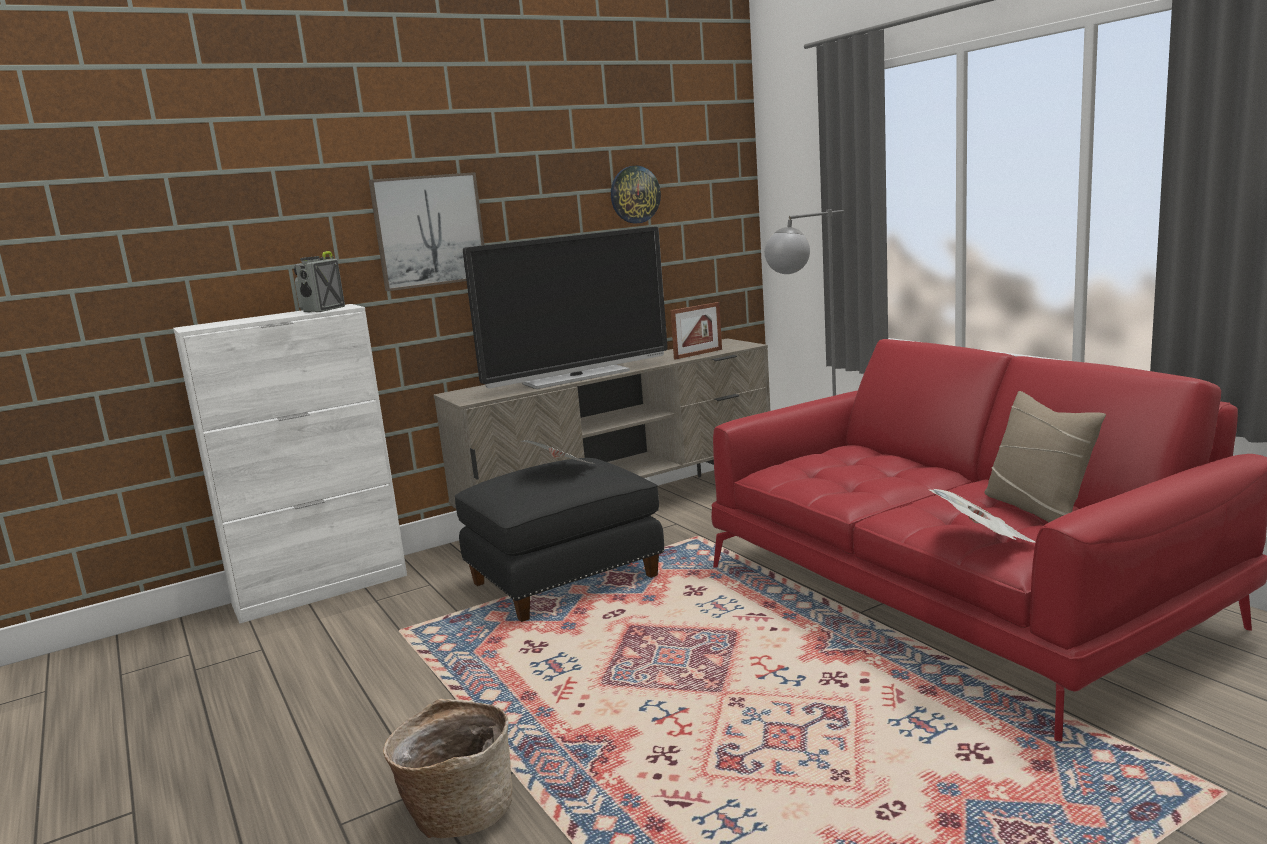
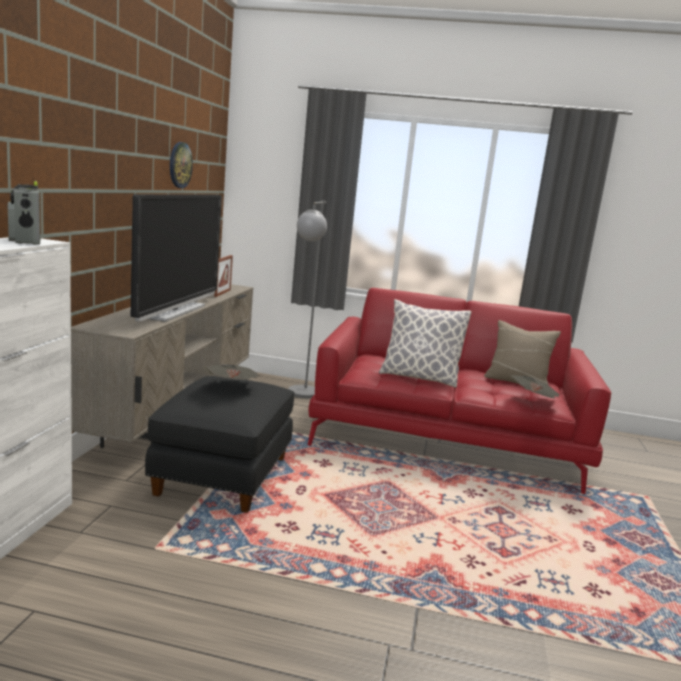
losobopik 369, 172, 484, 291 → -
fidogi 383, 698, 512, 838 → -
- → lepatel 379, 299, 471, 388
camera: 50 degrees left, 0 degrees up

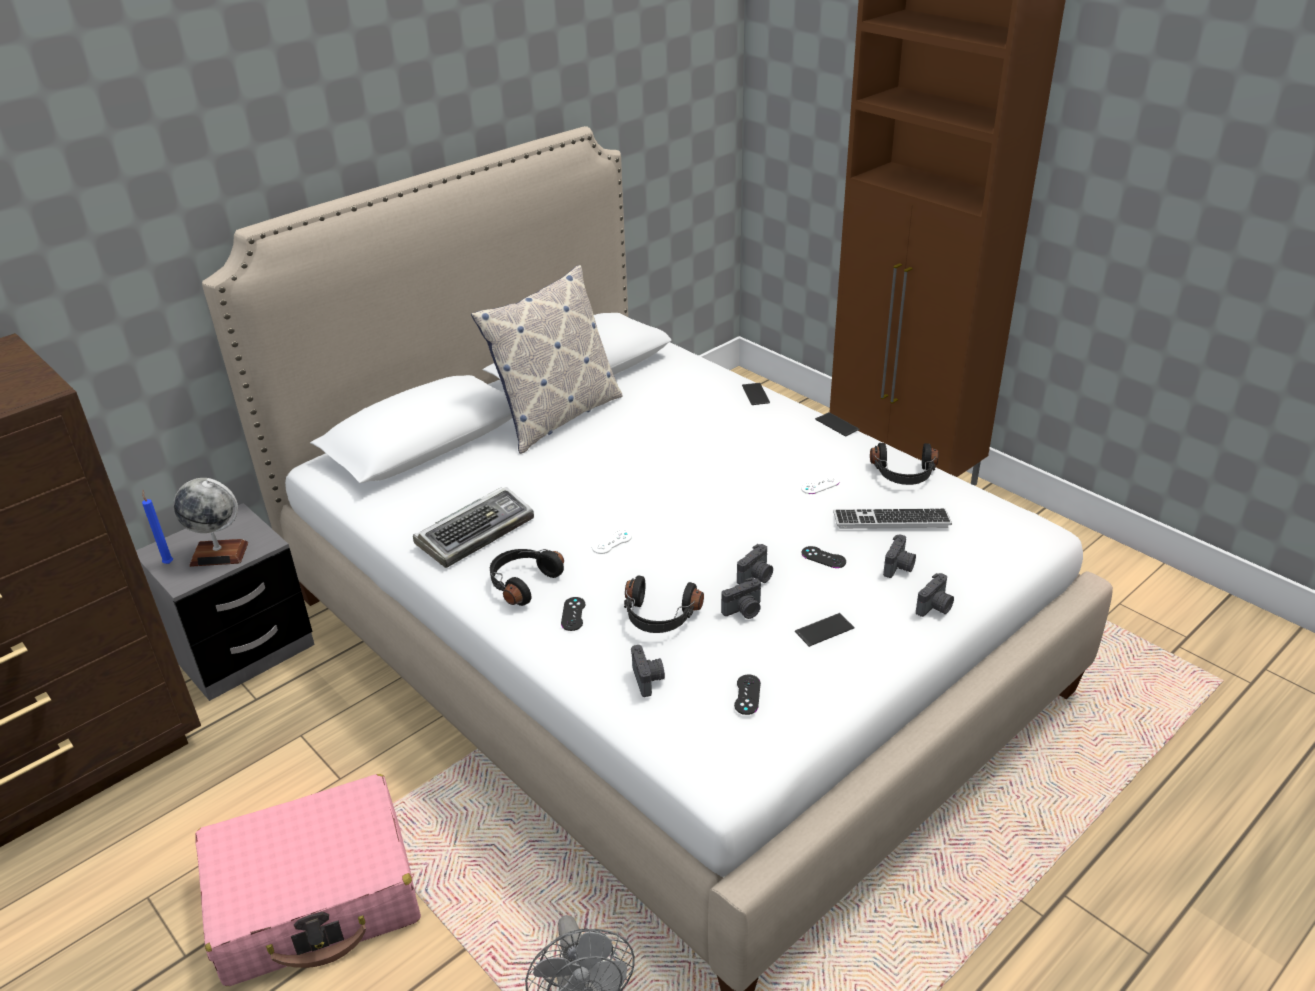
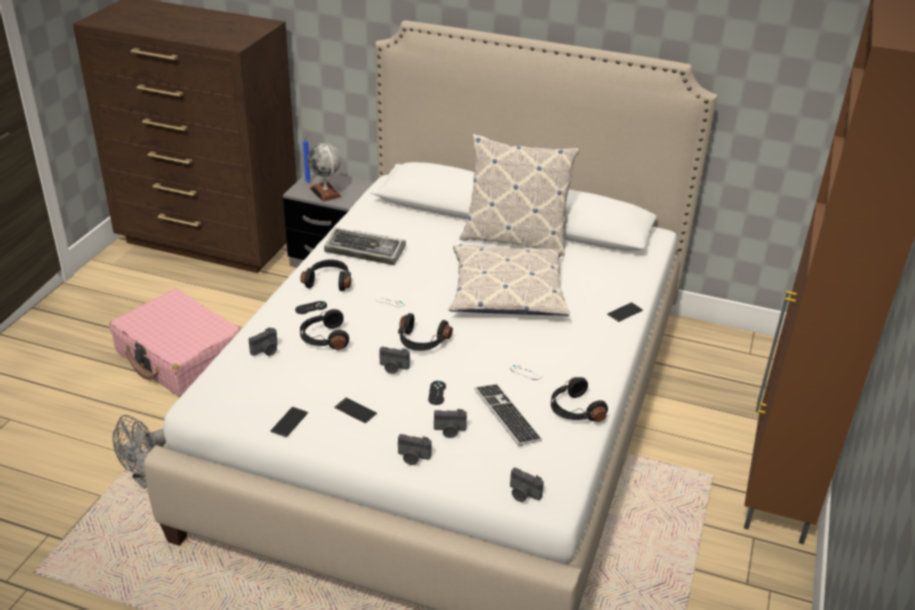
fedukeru 815, 412, 860, 437 → fedukeru 270, 407, 308, 437, relocated
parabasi 721, 577, 761, 619 → parabasi 510, 468, 544, 502, relocated
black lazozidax 734, 675, 761, 715 → -
- → lepatel 449, 244, 570, 316
- → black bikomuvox 398, 313, 453, 351
camera: 60 degrees right, 0 degrees up

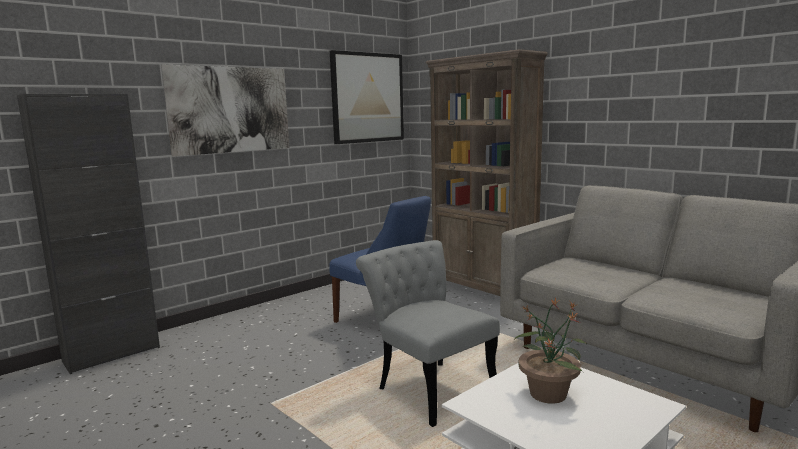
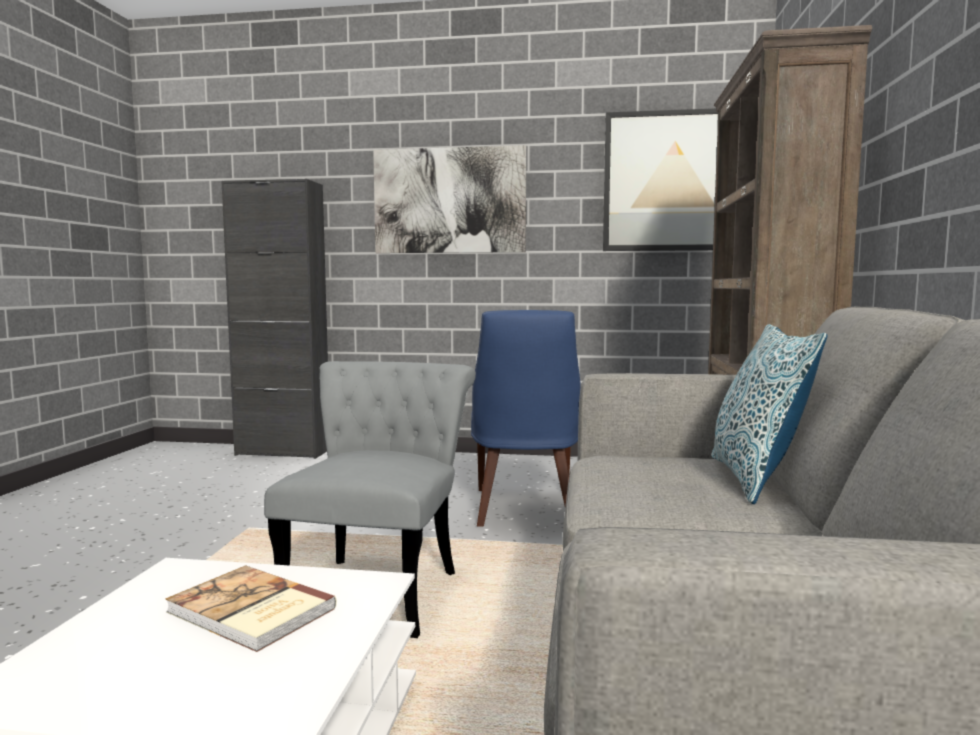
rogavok 514, 297, 587, 404 → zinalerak 165, 565, 337, 652
- → lepatel 711, 324, 828, 504
camera: 50 degrees right, 5 degrees down

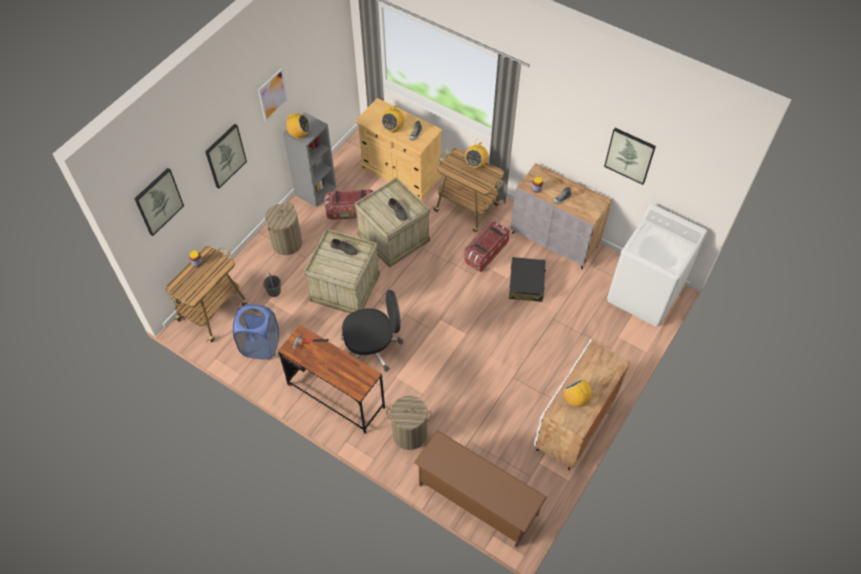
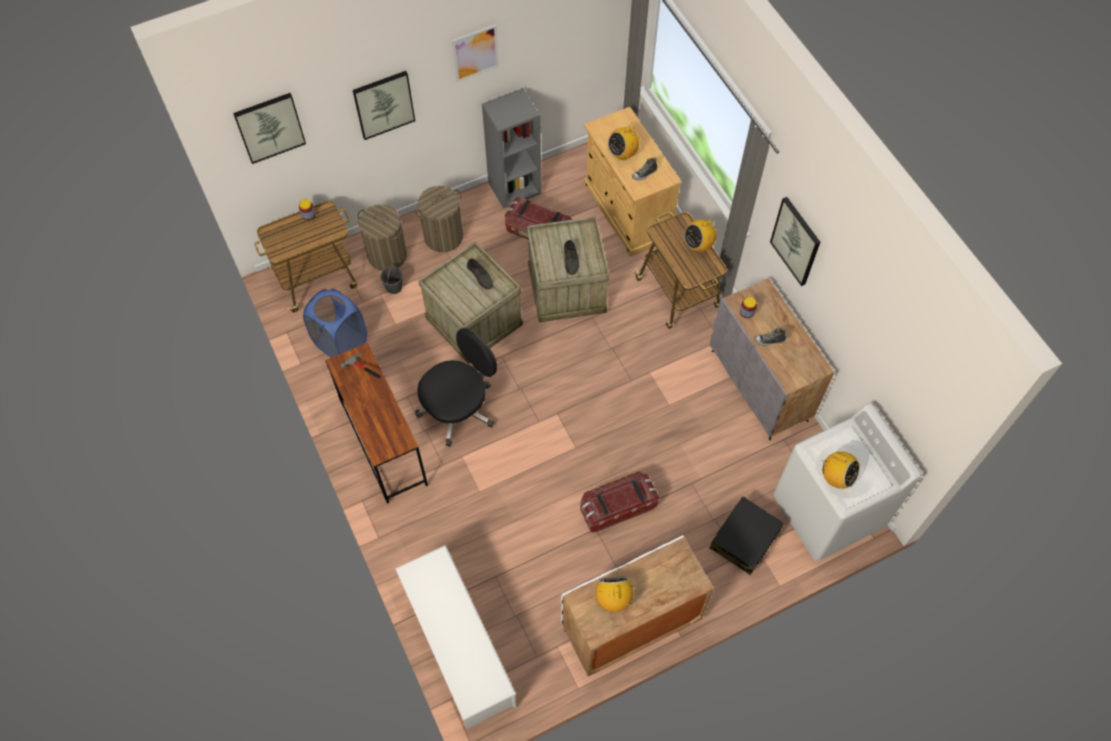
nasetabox 286, 114, 310, 139 → nasetabox 822, 451, 861, 489, relocated
losobopik 604, 128, 656, 185 → losobopik 770, 197, 820, 286, relocated
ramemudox 464, 222, 510, 272 → ramemudox 580, 472, 659, 532, relocated
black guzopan 509, 257, 546, 302 → black guzopan 709, 496, 784, 575, relocated
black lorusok 341, 290, 403, 372 → black lorusok 415, 328, 497, 447, 60 degrees counterclockwise
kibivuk 386, 396, 432, 450 → kibivuk 358, 204, 407, 271, relocated
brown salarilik 414, 430, 547, 547 → white salarilik 395, 545, 516, 729
camera: 30 degrees right, 5 degrees up

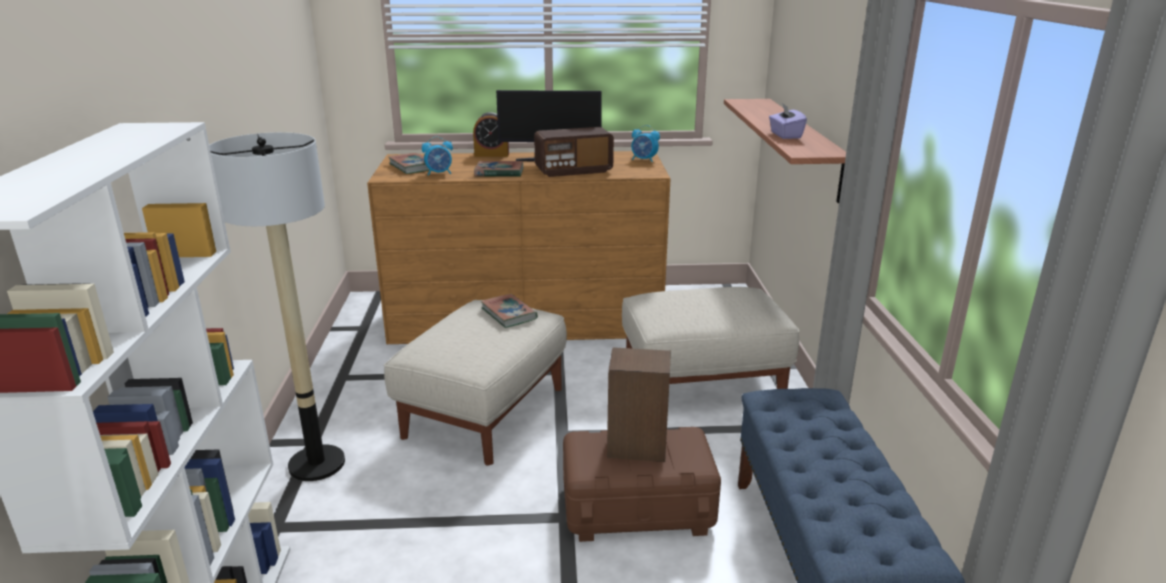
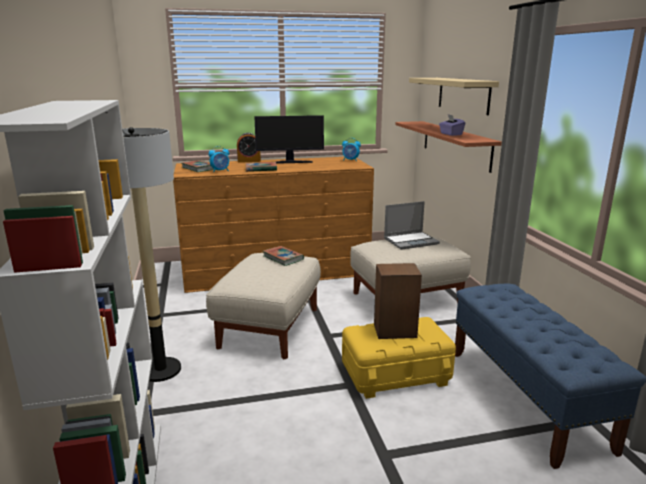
nasetabox 534, 127, 614, 177 → -
brown ramemudox 563, 427, 721, 542 → yellow ramemudox 342, 317, 456, 399
- → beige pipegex 409, 78, 499, 115
- → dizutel 384, 201, 440, 250
camera: 10 degrees left, 5 degrees down

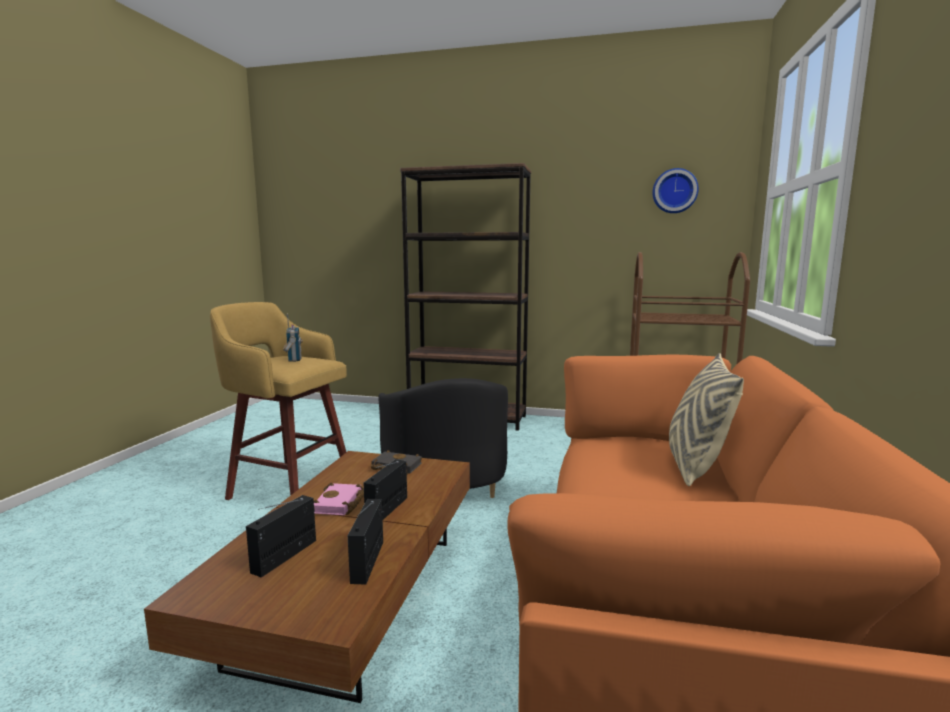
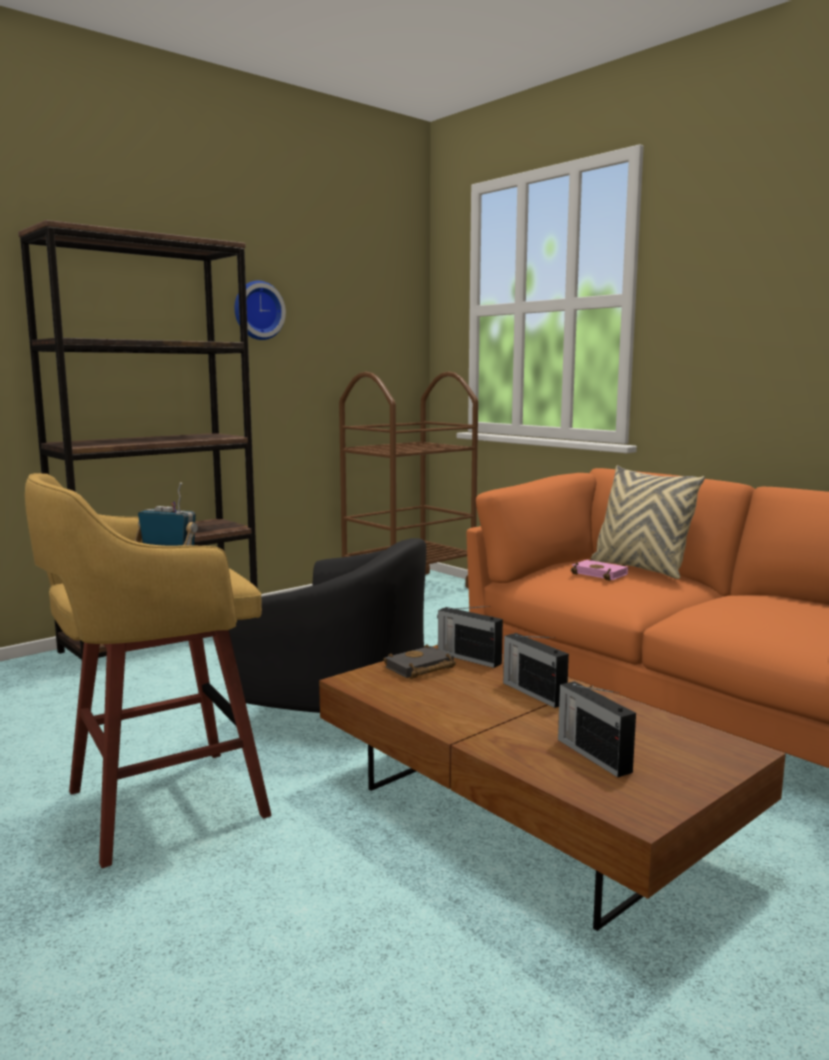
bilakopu 652, 168, 699, 213 → bilakopu 235, 281, 286, 340, relocated
pink zinalerak 314, 483, 364, 515 → pink zinalerak 571, 558, 629, 581, relocated
nasetabox 348, 499, 383, 584 → nasetabox 437, 606, 503, 668, relocated
camera: 55 degrees left, 0 degrees up

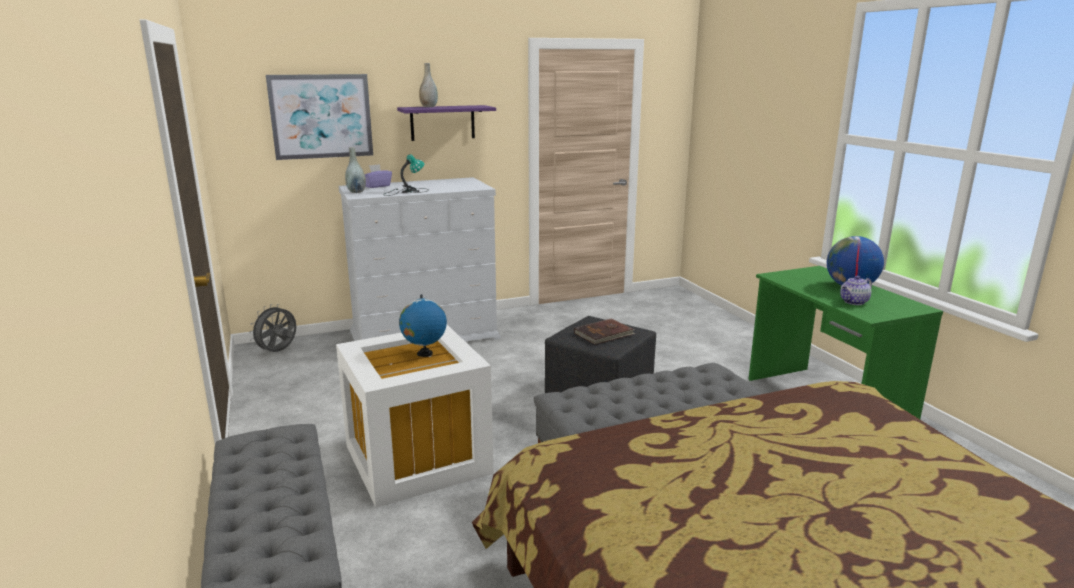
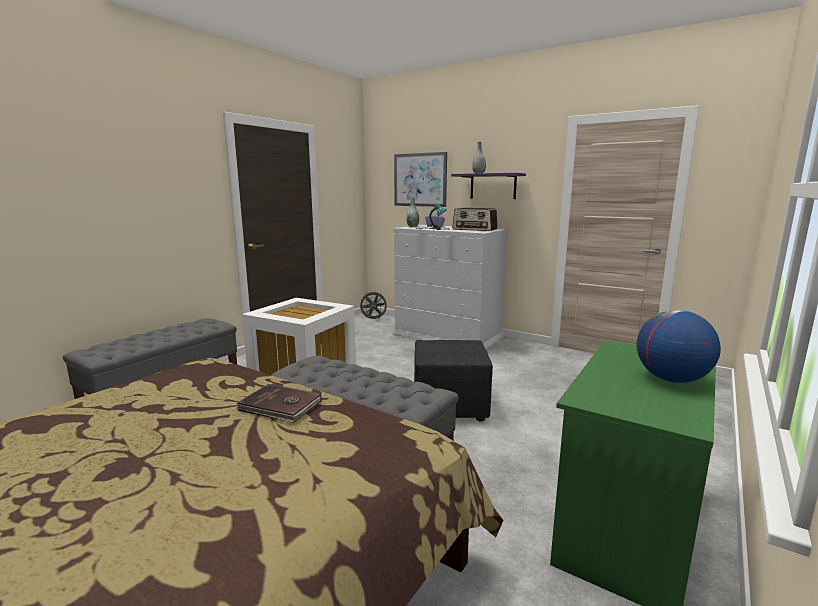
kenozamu 840, 276, 872, 305 → -
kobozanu 399, 295, 447, 357 → -
brown zinalerak 574, 318, 636, 345 → brown zinalerak 236, 384, 322, 423, relocated
- → nasetabox 452, 208, 497, 231
camera: 55 degrees right, 5 degrees down

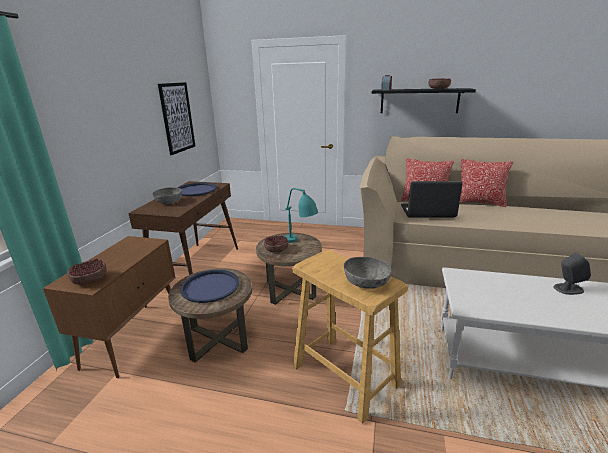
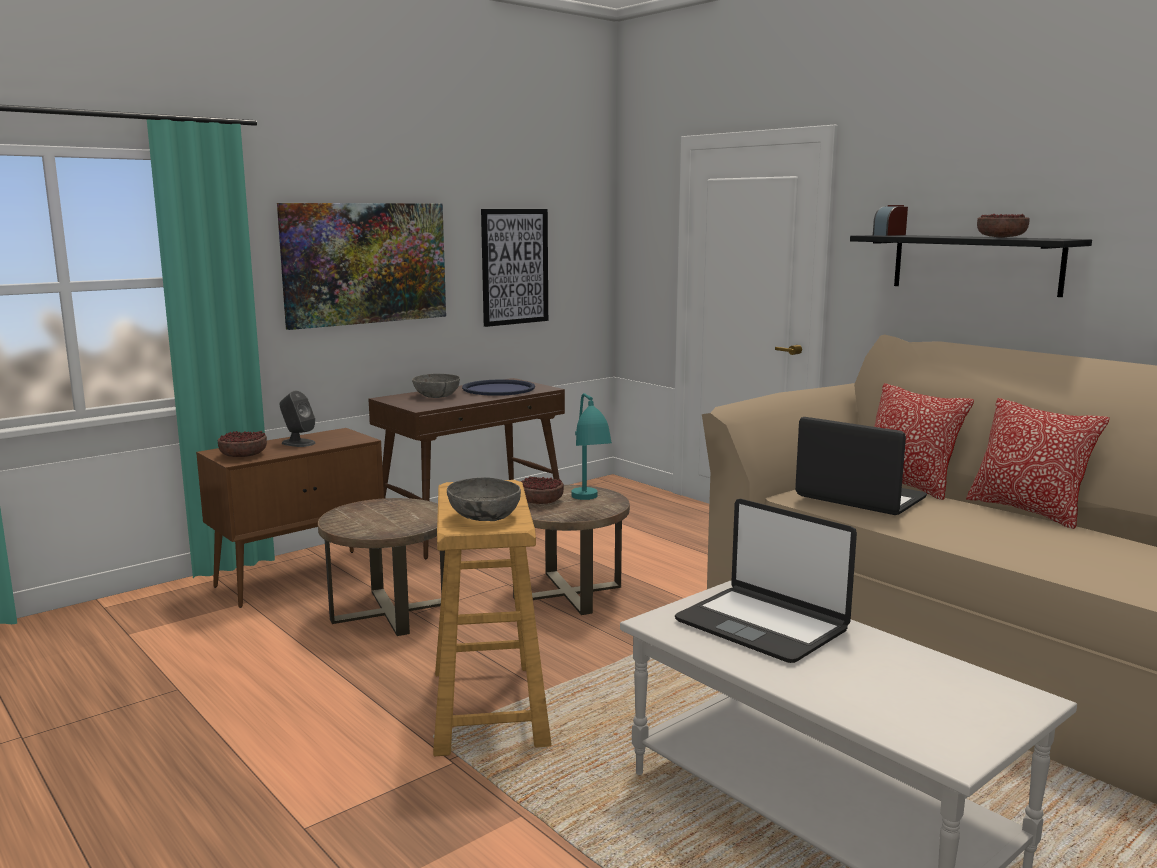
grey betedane 553, 252, 591, 295 → grey betedane 279, 391, 316, 447, relocated
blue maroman 180, 270, 240, 303 → -
- → losobopik 277, 203, 446, 330
- → dizutel 675, 499, 857, 663
camera: 35 degrees right, 10 degrees down

